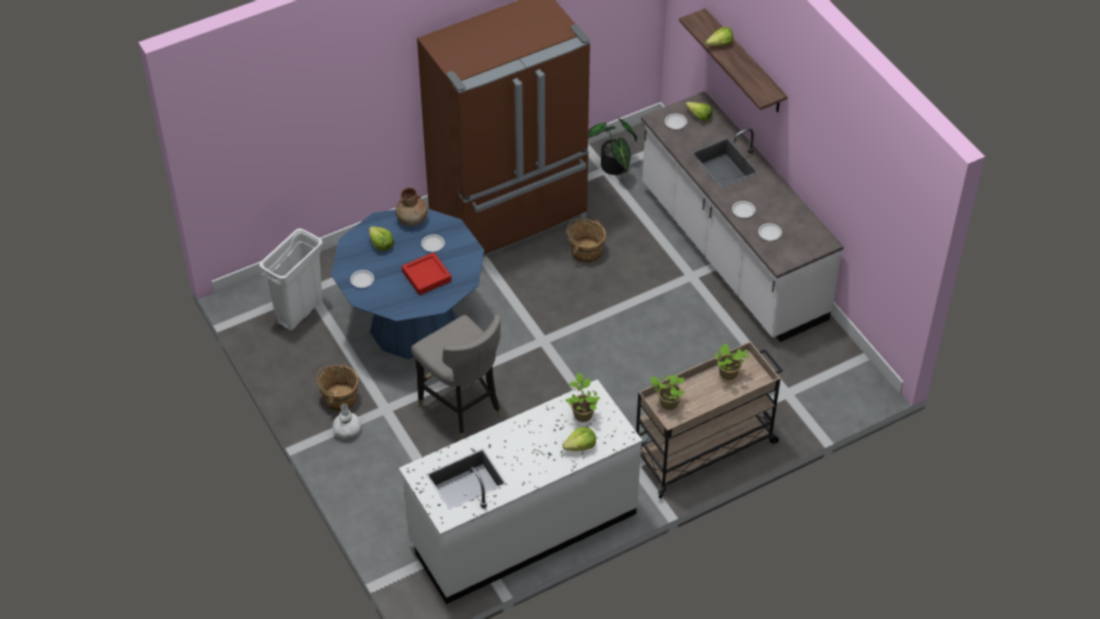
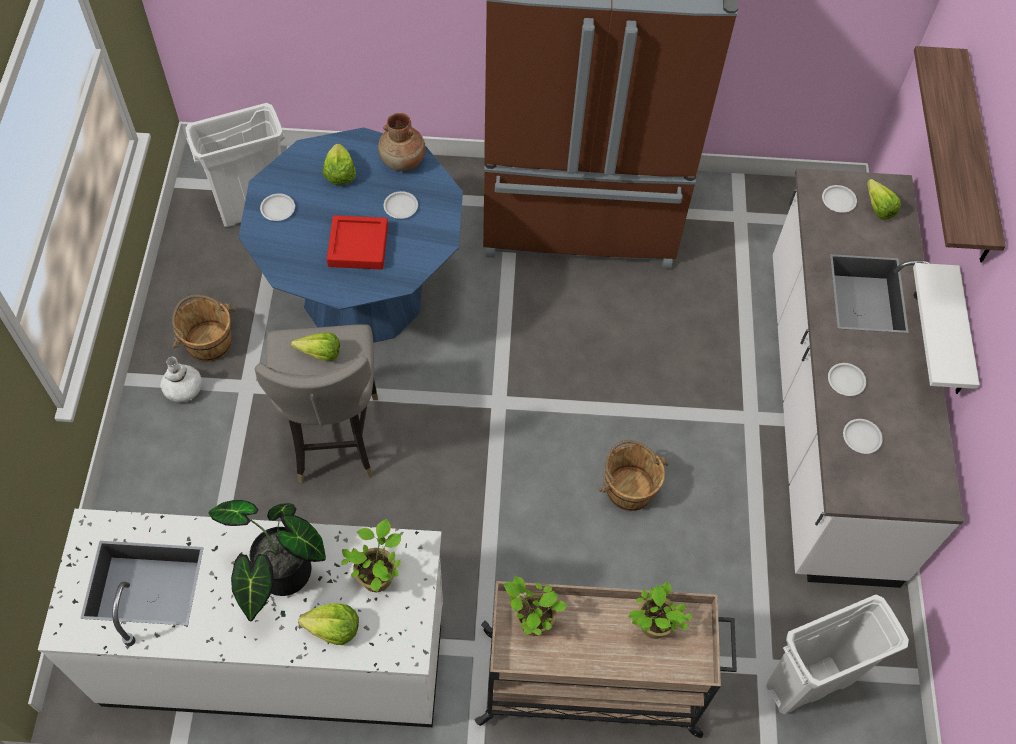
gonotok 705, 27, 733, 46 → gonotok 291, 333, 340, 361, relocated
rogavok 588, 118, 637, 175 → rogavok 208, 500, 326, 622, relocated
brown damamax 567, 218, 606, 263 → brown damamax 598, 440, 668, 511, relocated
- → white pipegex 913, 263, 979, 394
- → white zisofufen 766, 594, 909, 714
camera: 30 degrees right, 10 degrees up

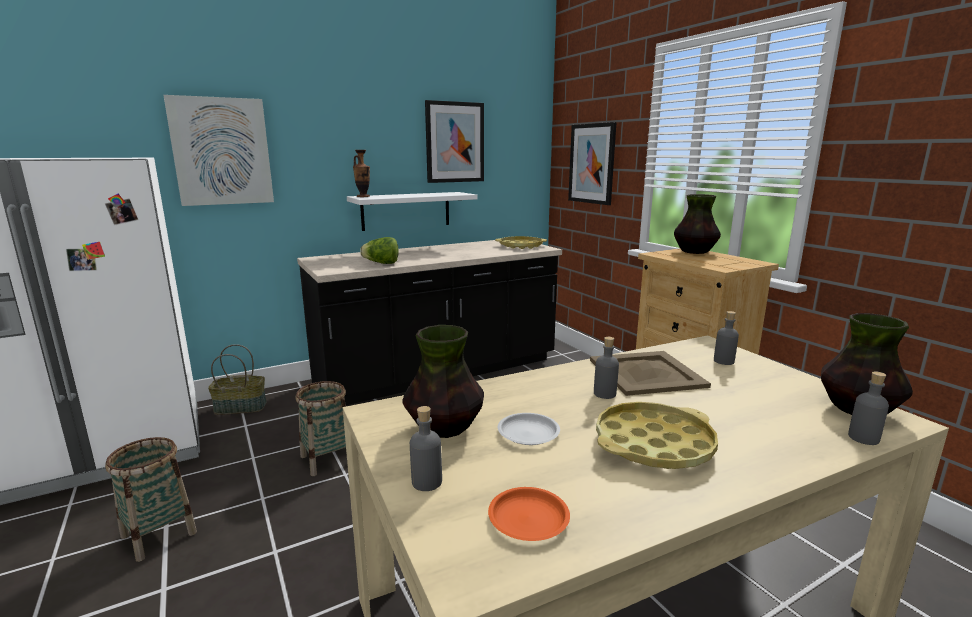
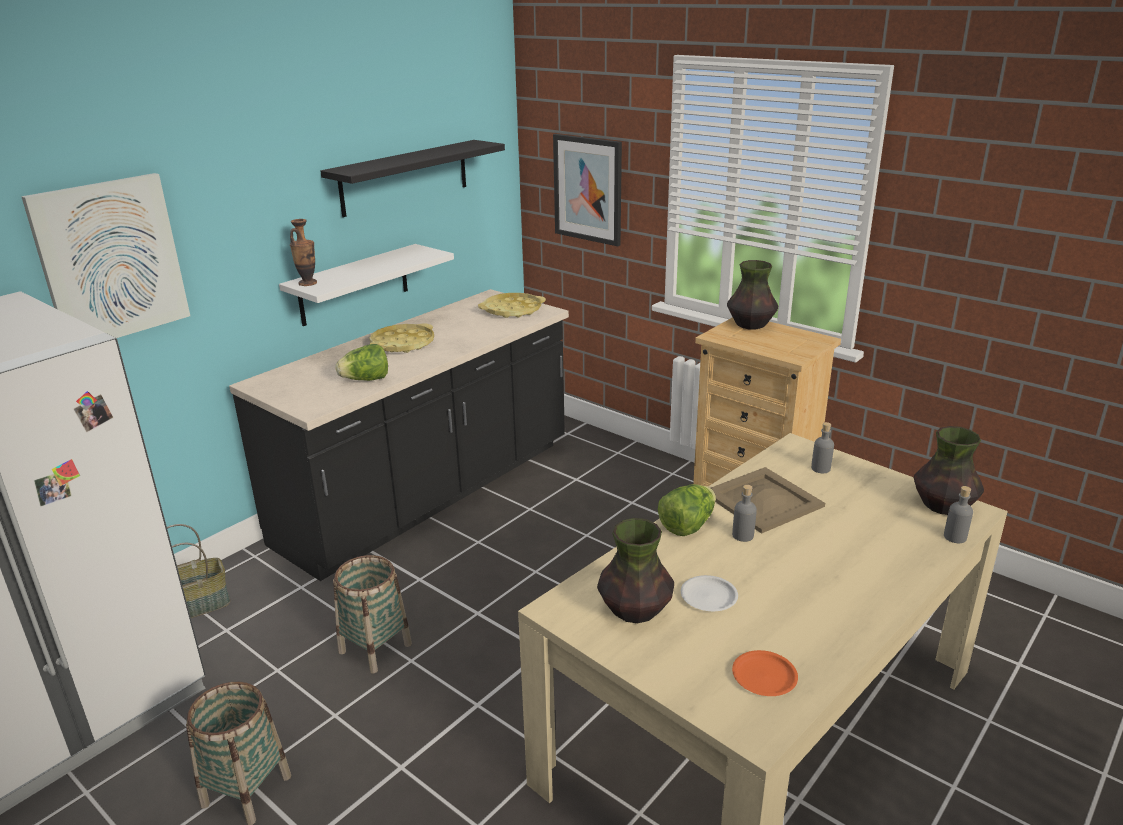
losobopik 425, 100, 484, 183 → black pipegex 320, 140, 505, 217
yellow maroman 596, 402, 718, 469 → yellow maroman 370, 323, 434, 353, relocated
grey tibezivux 410, 406, 442, 491 → -
- → gonotok 658, 484, 716, 536
camera: 20 degrees left, 10 degrees up

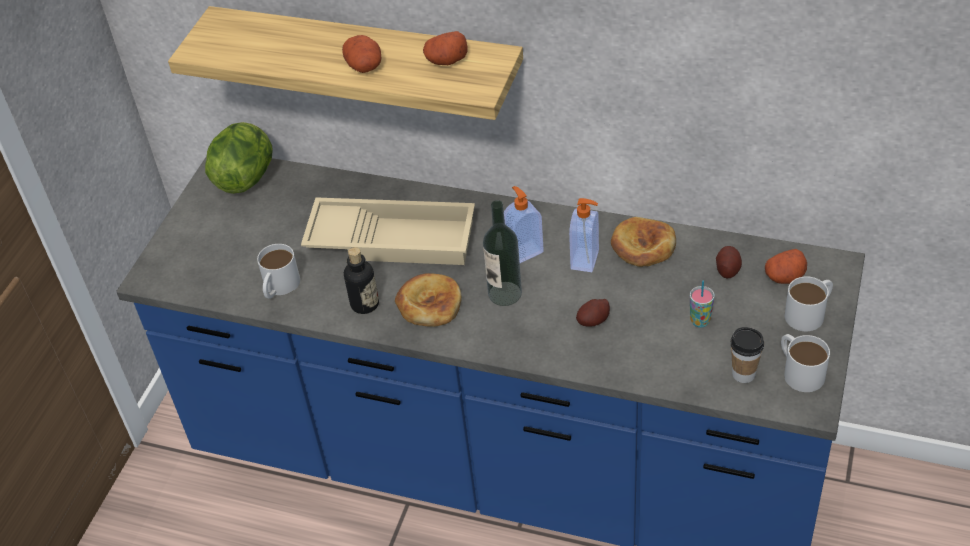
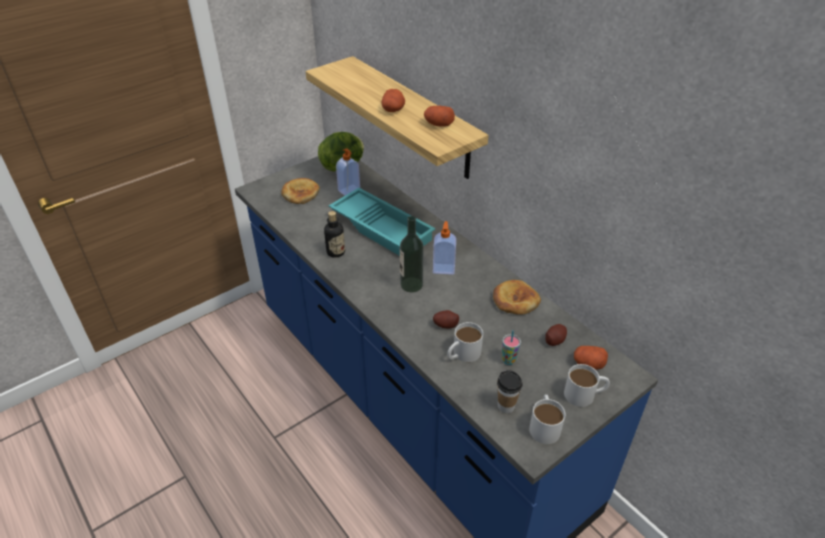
beige maroman 301, 197, 475, 265 → turquoise maroman 329, 188, 435, 256
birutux 569, 198, 599, 272 → birutux 336, 148, 360, 196, relocated
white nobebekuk 257, 244, 300, 299 → white nobebekuk 447, 322, 483, 362, relocated
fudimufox 395, 273, 462, 327 → fudimufox 281, 178, 320, 204, relocated
camera: 30 degrees right, 5 degrees down

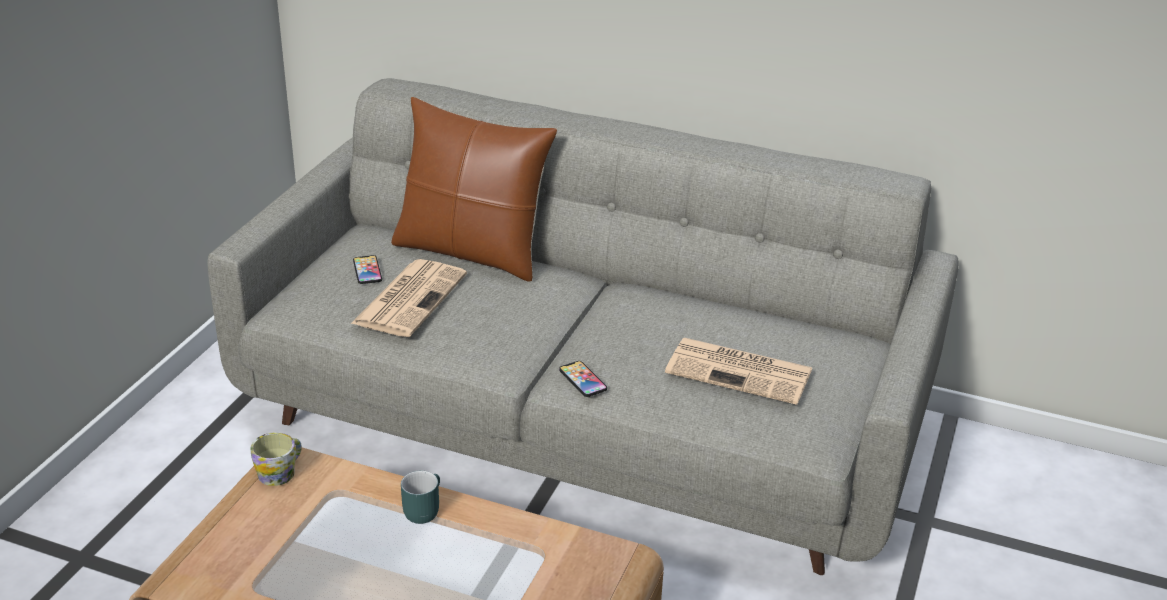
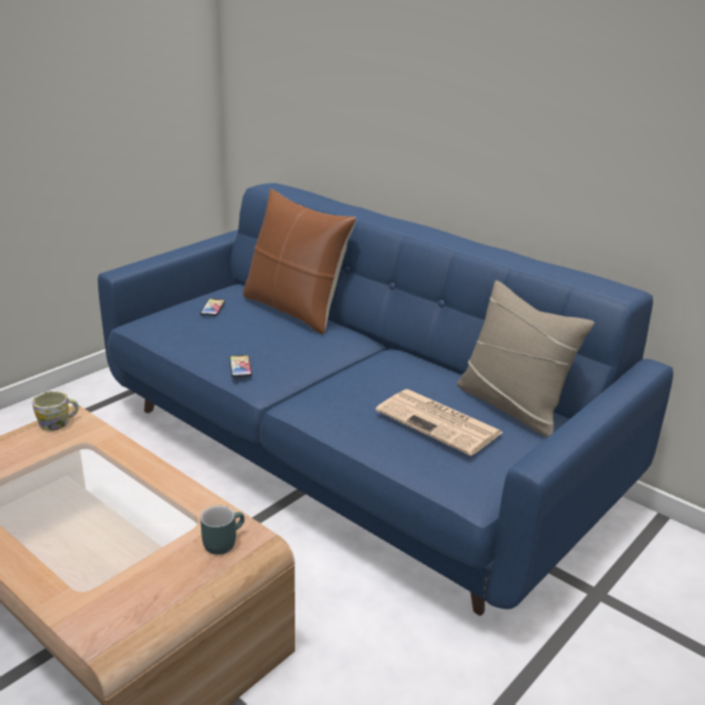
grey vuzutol 207, 78, 959, 575 → blue vuzutol 98, 183, 673, 616
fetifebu 351, 259, 467, 337 → -
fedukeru 559, 361, 607, 397 → fedukeru 229, 355, 252, 377, relocated
turquoise nobebekuk 401, 471, 440, 524 → turquoise nobebekuk 200, 505, 245, 555, relocated
- → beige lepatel 457, 280, 595, 438
camera: 20 degrees right, 5 degrees down

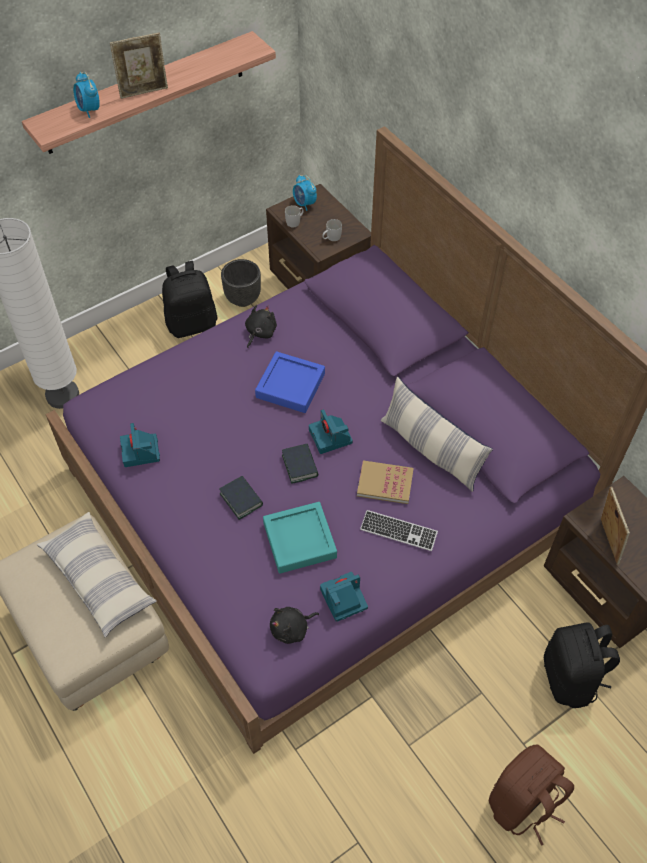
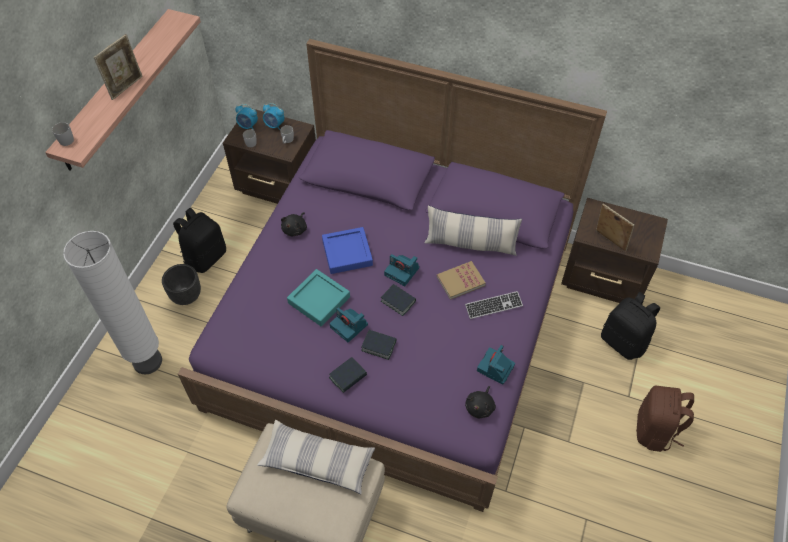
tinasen 73, 72, 100, 118 → tinasen 263, 103, 285, 130, relocated
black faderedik 221, 259, 261, 307 → black faderedik 162, 264, 201, 305, relocated
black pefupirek 245, 305, 277, 348 → black pefupirek 281, 212, 307, 236, 150 degrees counterclockwise
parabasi 120, 423, 160, 467 → parabasi 329, 307, 368, 342, relocated
turquoise maroman 263, 502, 337, 574 → turquoise maroman 287, 269, 350, 326, relocated
- → white nobebekuk 52, 122, 74, 146
- → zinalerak 329, 357, 367, 393
camera: 35 degrees left, 0 degrees up

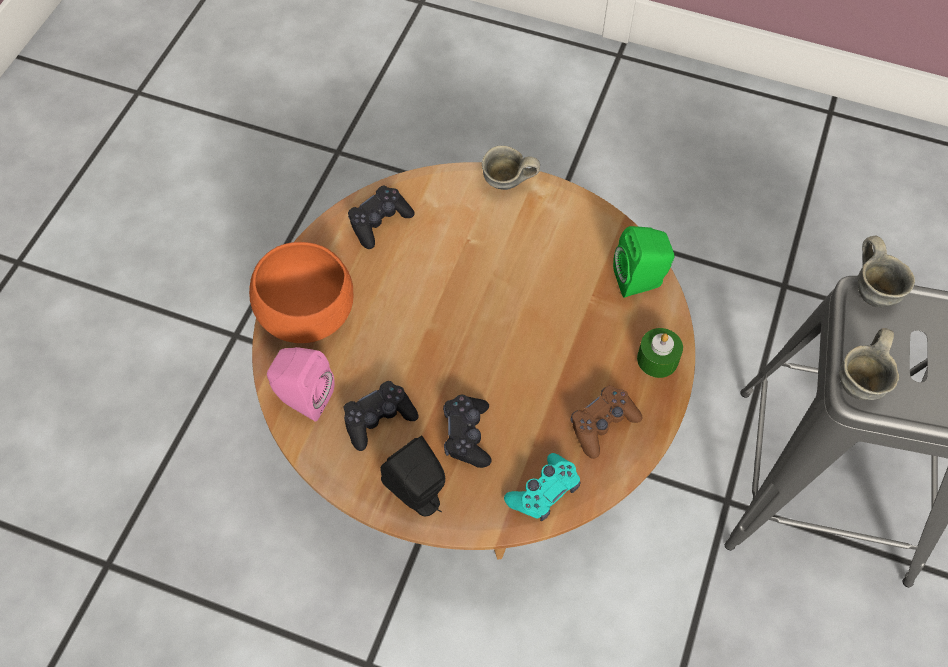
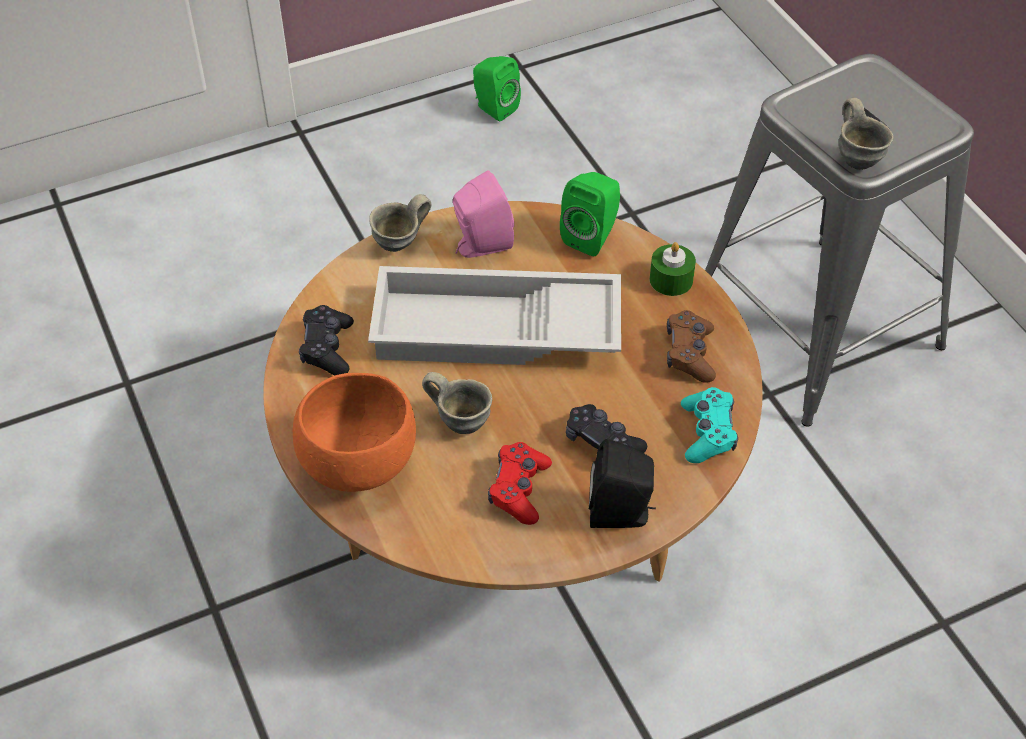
grey nobebekuk 858, 236, 915, 307 → grey nobebekuk 422, 372, 492, 434, relocated
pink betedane 267, 347, 335, 421 → pink betedane 453, 170, 514, 258, relocated
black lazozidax 344, 381, 419, 451 → red lazozidax 488, 442, 552, 525
- → green betedane 473, 56, 521, 122
- → white maroman 368, 266, 621, 365
camera: 45 degrees left, 10 degrees down

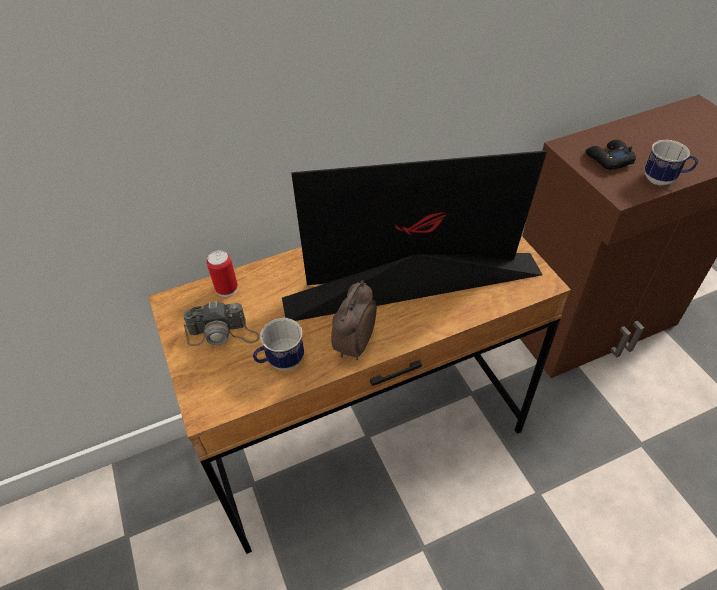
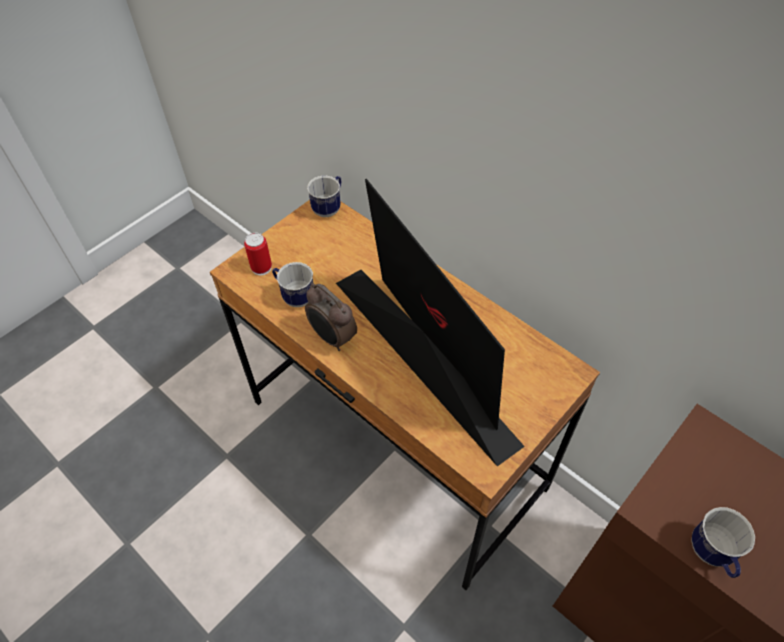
black lazozidax 585, 140, 636, 170 → -
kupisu 207, 250, 238, 297 → kupisu 244, 233, 272, 275, relocated
tinasen 331, 280, 377, 360 → tinasen 305, 283, 357, 351, 135 degrees counterclockwise
parabasi 183, 301, 260, 346 → -
- → nobebekuk 307, 176, 341, 217
camera: 65 degrees right, 5 degrees up

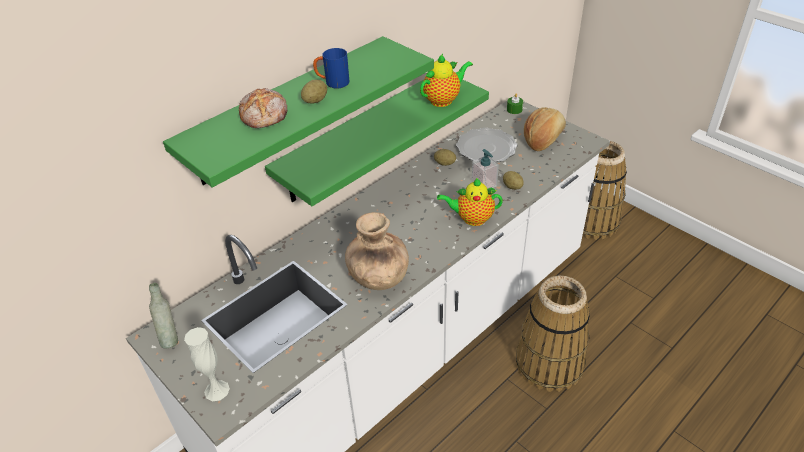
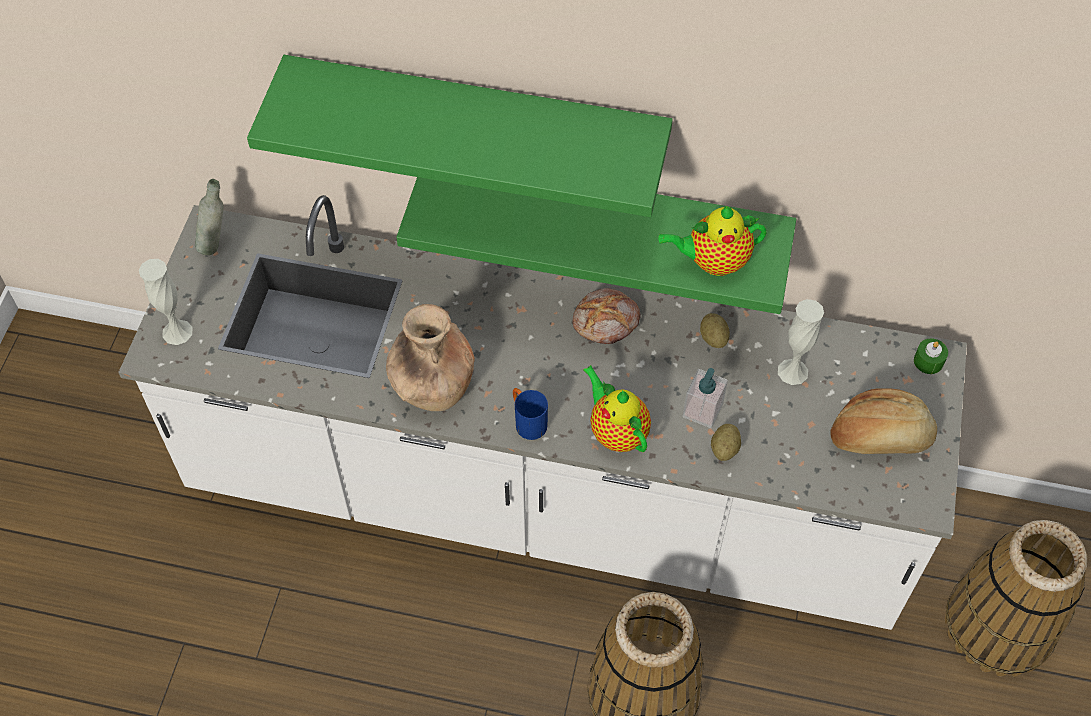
blue nobebekuk 313, 48, 350, 89 → blue nobebekuk 513, 388, 548, 440, relocated
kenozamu 420, 54, 473, 107 → kenozamu 658, 206, 767, 276, 150 degrees clockwise
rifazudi 301, 80, 327, 103 → -
fudimufox 239, 88, 287, 128 → fudimufox 572, 288, 641, 344, relocated
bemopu 456, 128, 518, 162 → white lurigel 778, 299, 824, 385
camera: 55 degrees right, 15 degrees up

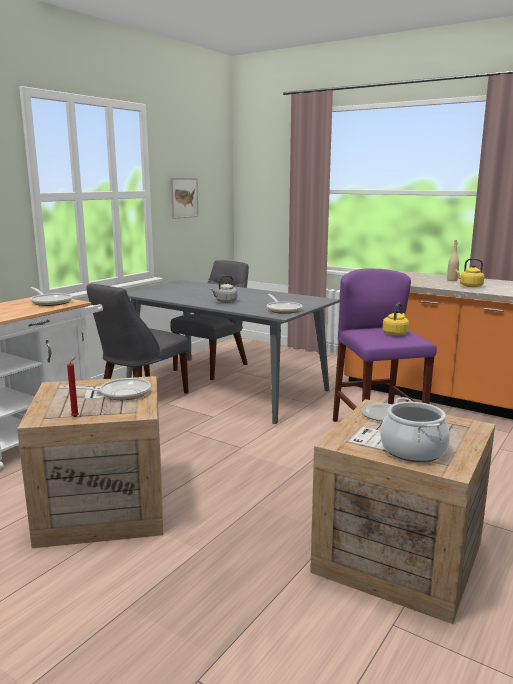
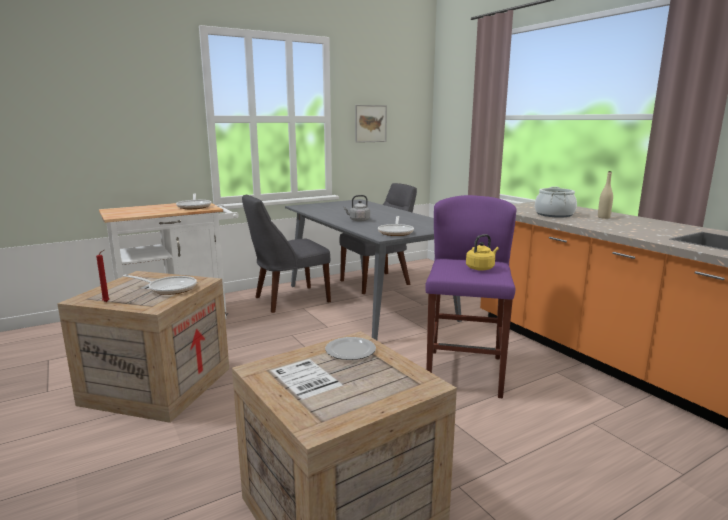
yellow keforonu 455, 258, 484, 287 → -
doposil 380, 397, 450, 462 → doposil 535, 187, 577, 218, relocated
camera: 25 degrees right, 0 degrees up

